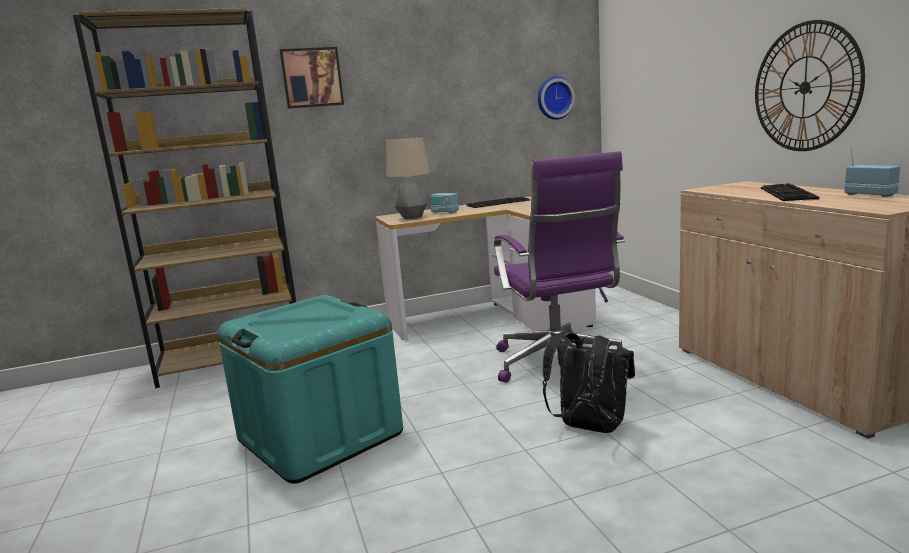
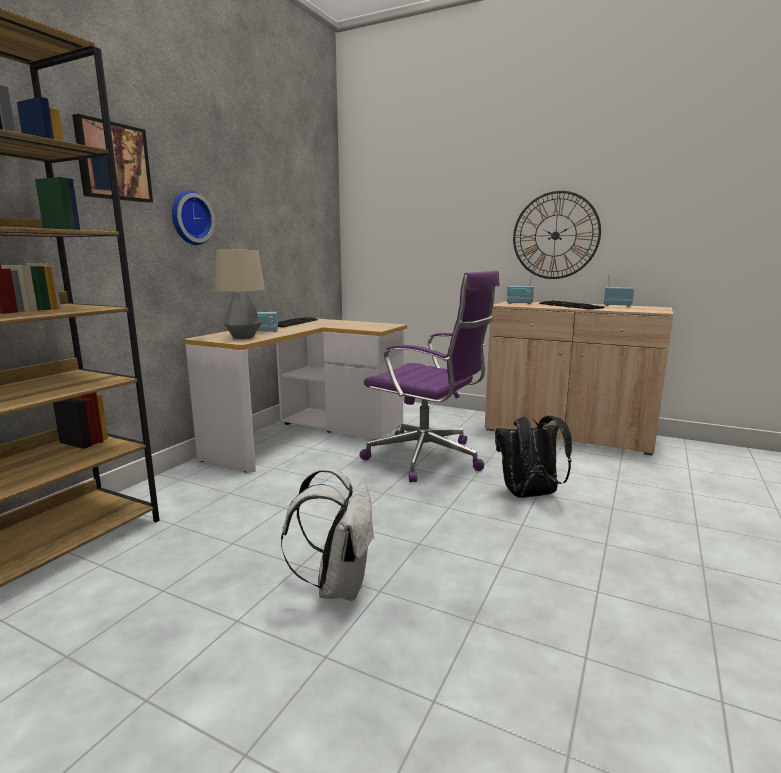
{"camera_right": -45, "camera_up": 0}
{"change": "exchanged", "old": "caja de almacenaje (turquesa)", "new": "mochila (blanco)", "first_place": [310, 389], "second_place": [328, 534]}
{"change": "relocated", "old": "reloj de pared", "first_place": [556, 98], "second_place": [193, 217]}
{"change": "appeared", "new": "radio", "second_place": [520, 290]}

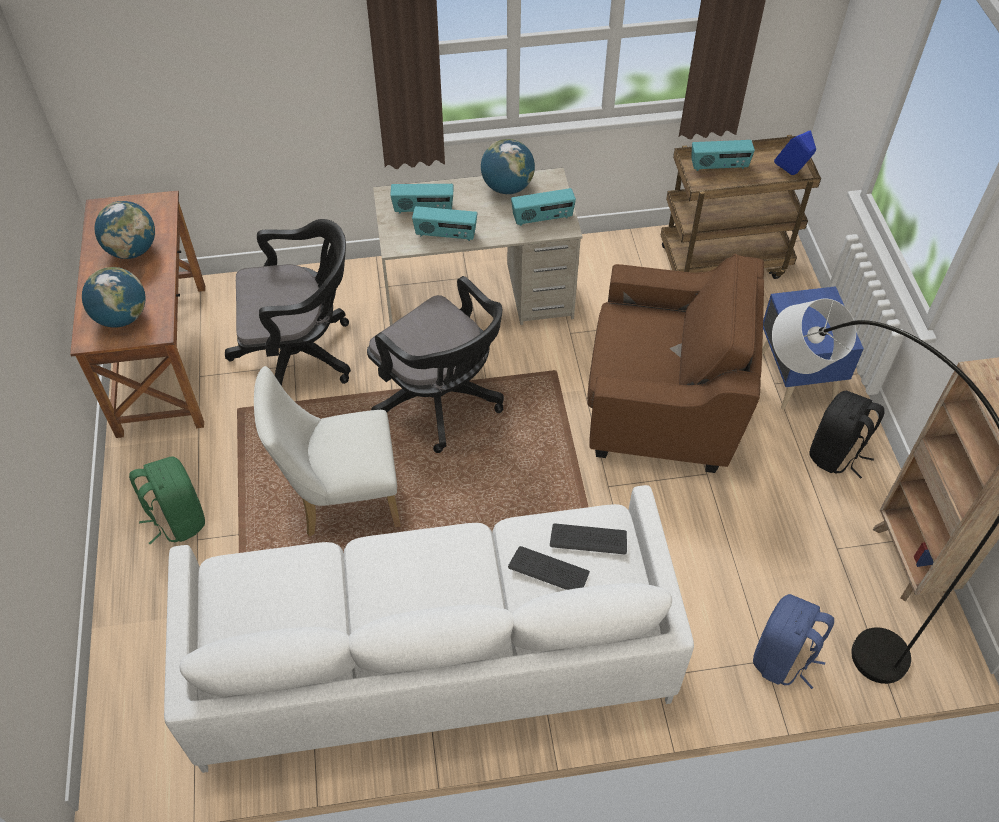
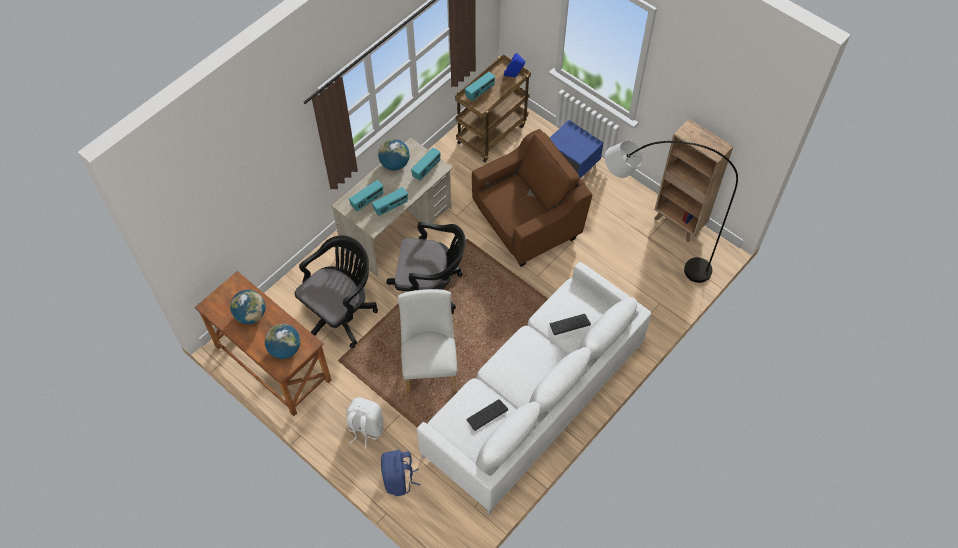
{"camera_right": -40, "camera_up": 5}
{"change": "colour", "old": "mochila (verde)", "new": "mochila (blanco)", "first_place": [167, 500], "second_place": [364, 422]}
{"change": "spun", "old": "silla (blanco)", "first_place": [327, 451], "second_place": [427, 342], "degrees": 135}
{"change": "relocated", "old": "teclado", "first_place": [588, 538], "second_place": [487, 415]}
{"change": "relocated", "old": "mochila (azul)", "first_place": [793, 641], "second_place": [400, 473]}
{"change": "missing", "old": "mochila (negro)", "first_place": [847, 435]}

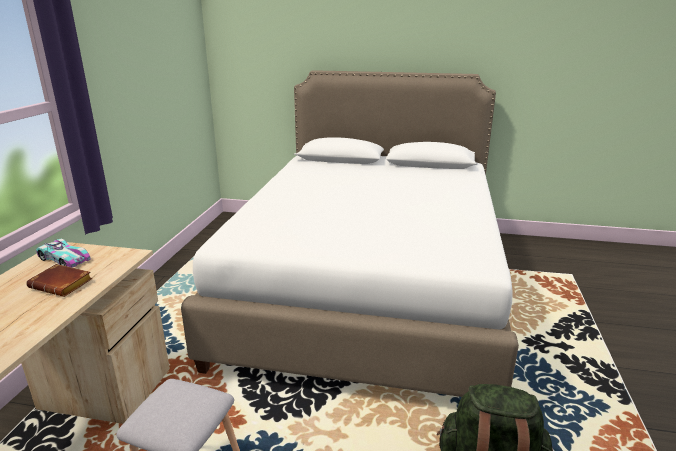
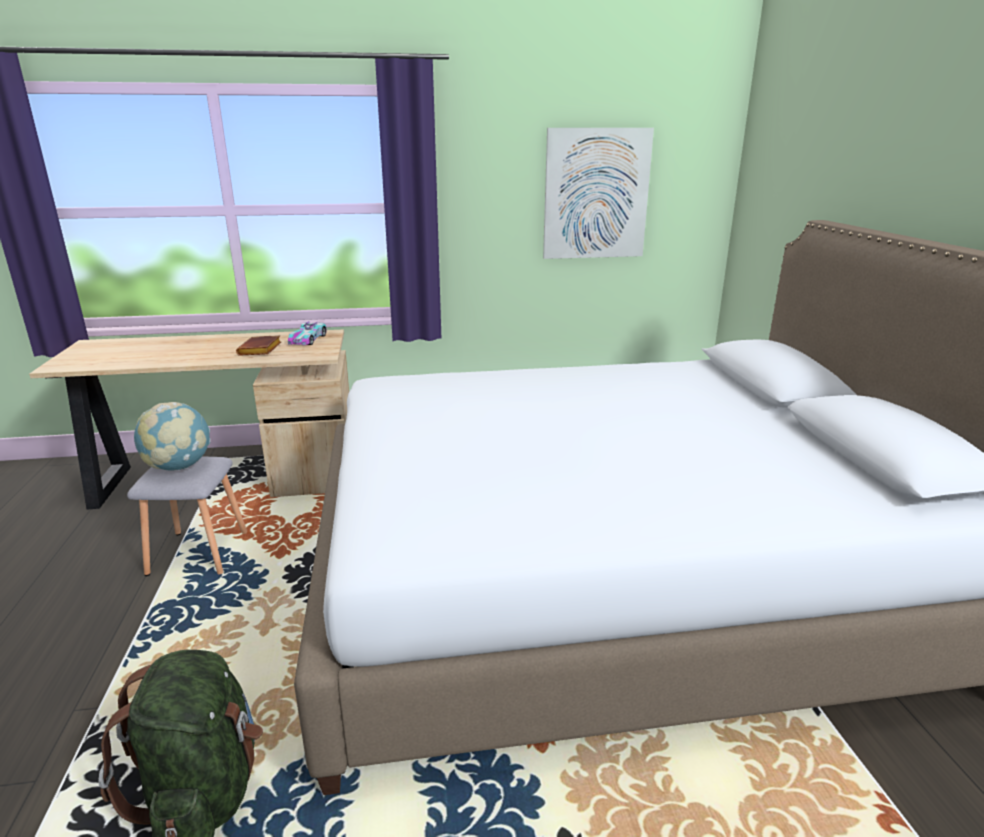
{"camera_right": 70, "camera_up": 0}
{"change": "appeared", "new": "globo terráqueo", "second_place": [172, 436]}
{"change": "appeared", "new": "cuadro", "second_place": [598, 193]}

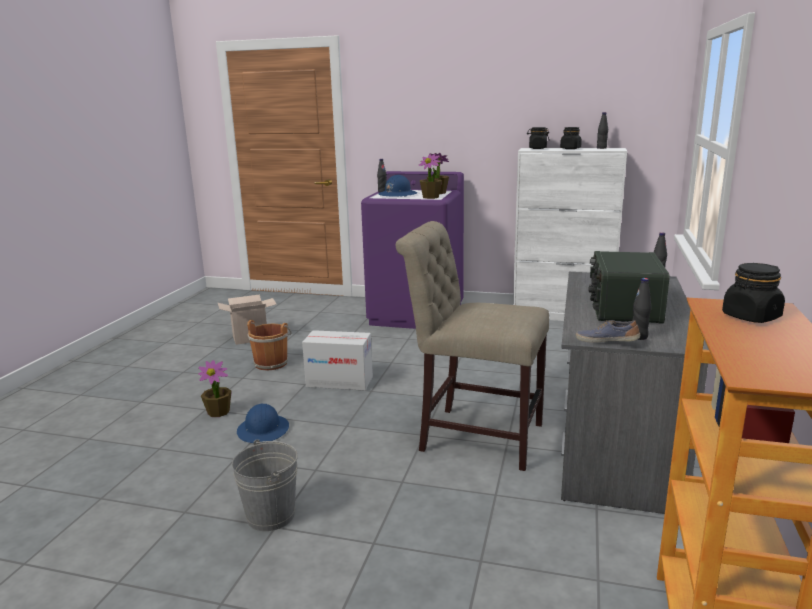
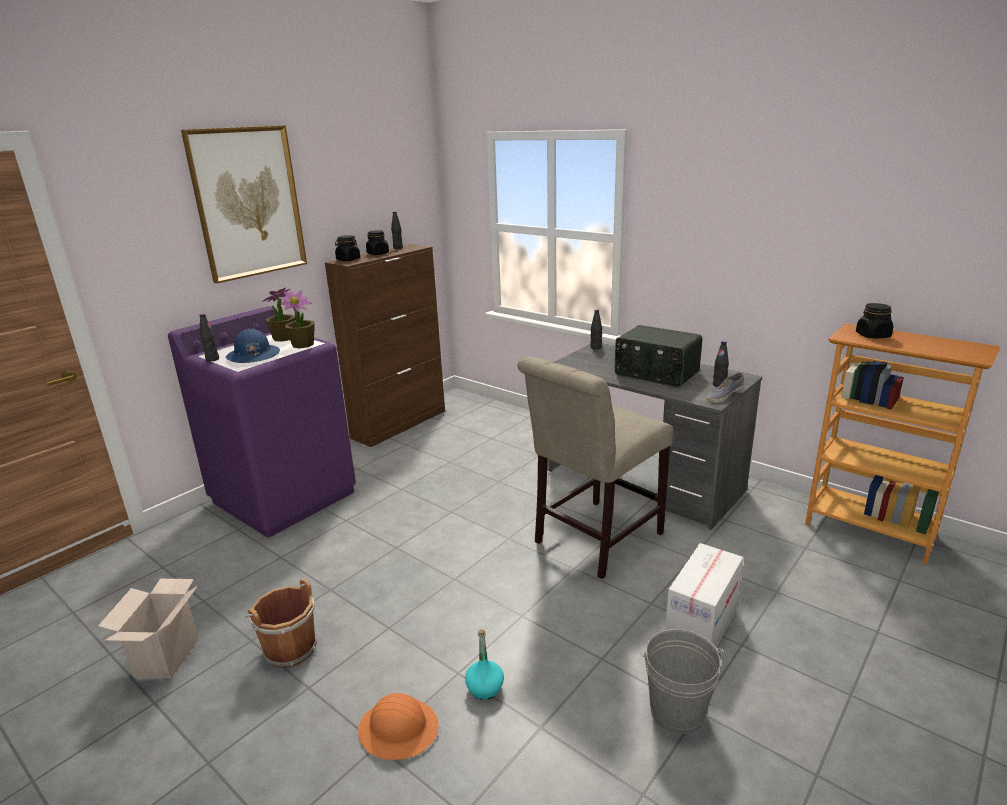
{"camera_right": -65, "camera_up": 5}
{"change": "exchanged", "old": "planta en maceta", "new": "casco (naranja)", "first_place": [215, 388], "second_place": [398, 726]}
{"change": "exchanged", "old": "casco (azul)", "new": "botella (turquesa)", "first_place": [263, 423], "second_place": [484, 665]}
{"change": "relocated", "old": "caja de cartón", "first_place": [337, 360], "second_place": [704, 595]}
{"change": "colour", "old": "armario (blanco)", "new": "armario (marrón)", "first_place": [570, 234], "second_place": [385, 345]}
{"change": "appeared", "new": "cuadro", "second_place": [244, 204]}

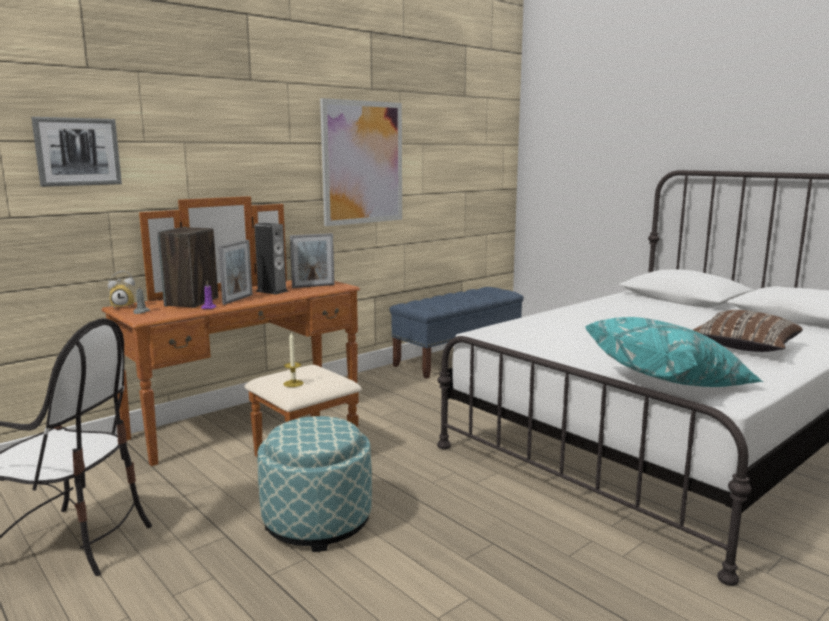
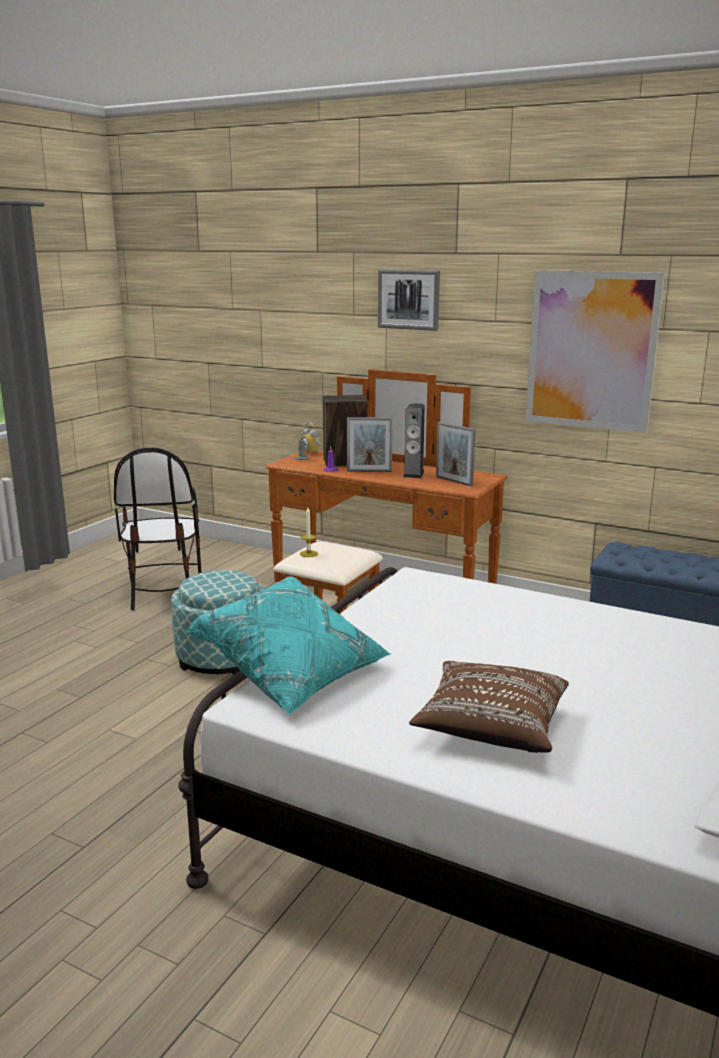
{"camera_right": 70, "camera_up": 5}
{"change": "relocated", "old": "cuadro", "first_place": [76, 152], "second_place": [409, 300]}

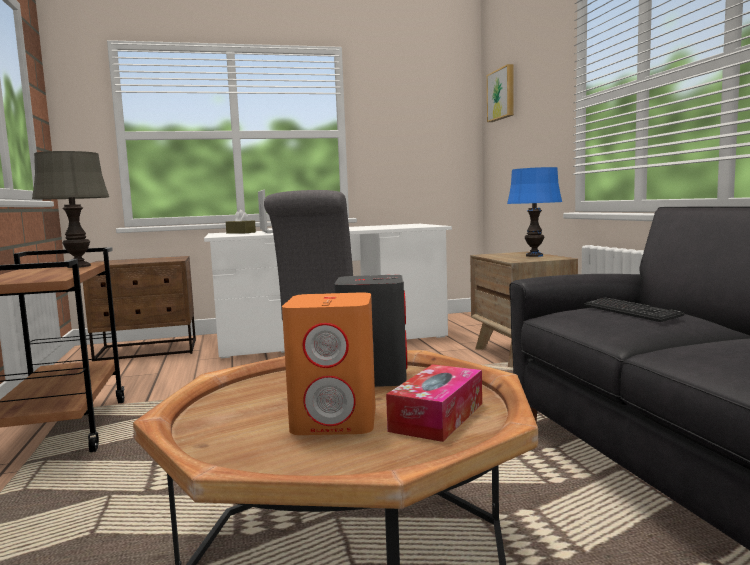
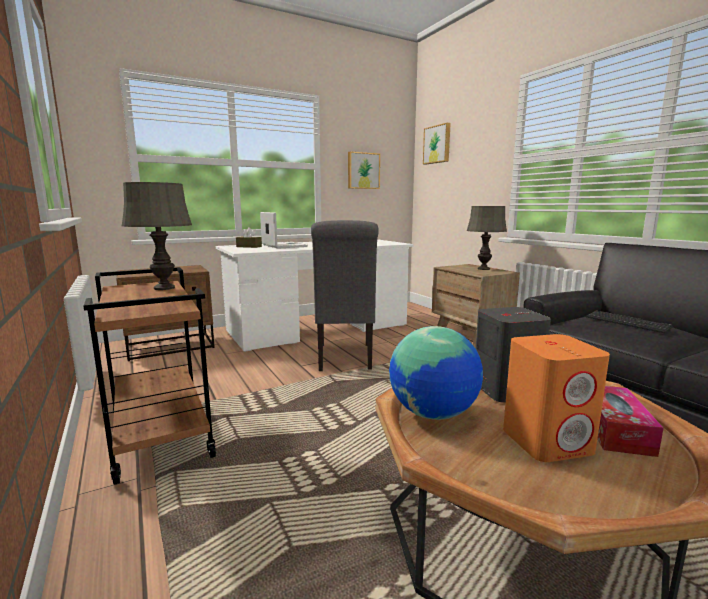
{"camera_right": -15, "camera_up": 5}
{"change": "colour", "old": "lámpara de mesa (azul)", "new": "lámpara de mesa (gris)", "first_place": [534, 212], "second_place": [487, 238]}
{"change": "appeared", "new": "cuadro", "second_place": [364, 170]}
{"change": "appeared", "new": "globo terráqueo", "second_place": [436, 373]}

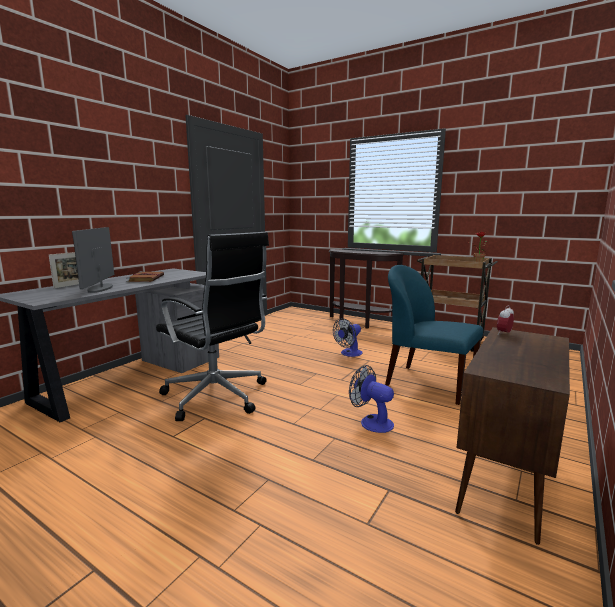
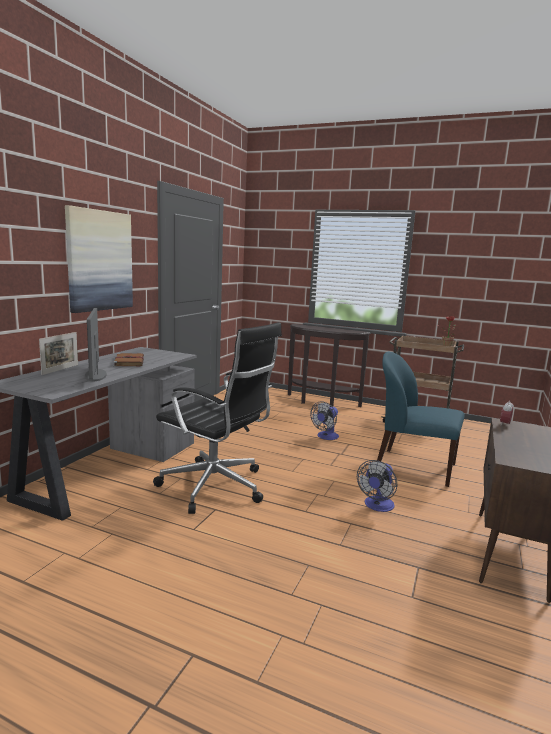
{"camera_right": -10, "camera_up": 0}
{"change": "spun", "old": "ventilador", "first_place": [371, 399], "second_place": [377, 486], "degrees": -90}
{"change": "appeared", "new": "cuadro", "second_place": [99, 259]}

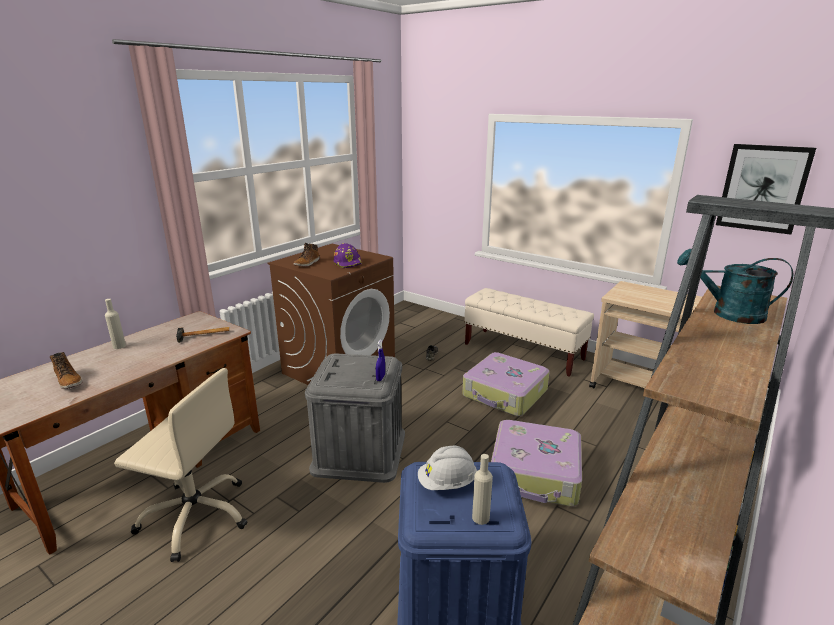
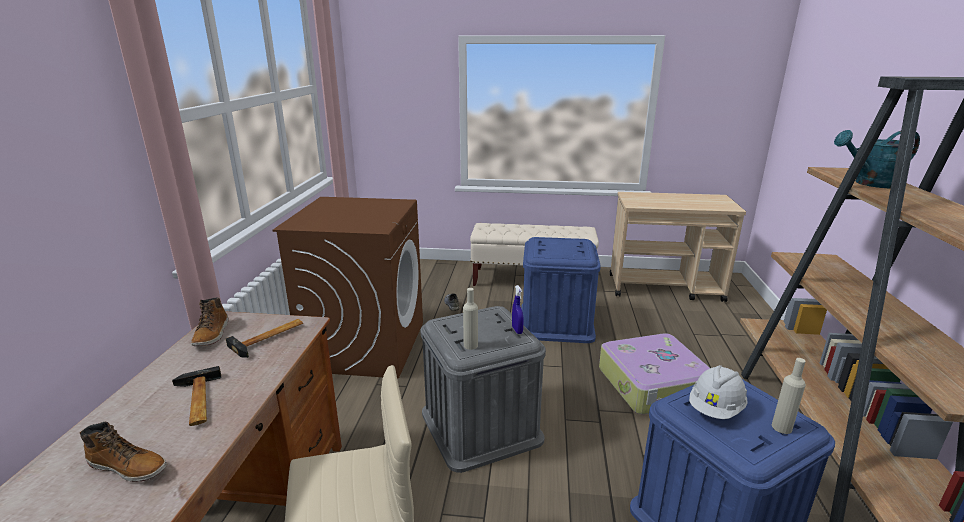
{"camera_right": -30, "camera_up": 0}
{"change": "relocated", "old": "botella (beis)", "first_place": [115, 324], "second_place": [470, 319]}
{"change": "relocated", "old": "bota", "first_place": [307, 255], "second_place": [209, 321]}
{"change": "missing", "old": "casco (morado)", "first_place": [348, 255]}
{"change": "exchanged", "old": "maleta", "new": "caja de almacenaje (azul)", "first_place": [506, 384], "second_place": [561, 290]}
{"change": "missing", "old": "cuadro", "first_place": [766, 189]}
{"change": "appeared", "new": "martillo", "second_place": [196, 396]}

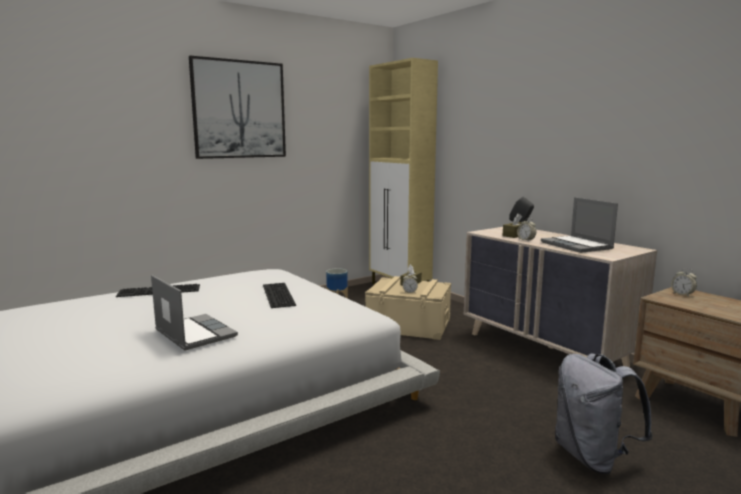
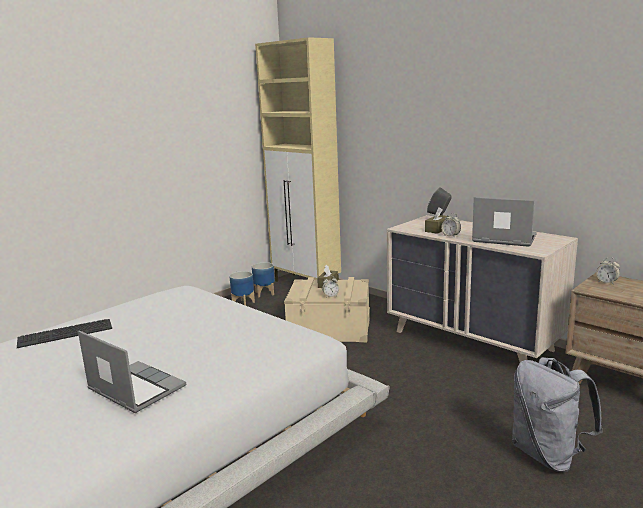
{"camera_right": -10, "camera_up": 5}
{"change": "missing", "old": "cuadro", "first_place": [237, 107]}
{"change": "missing", "old": "teclado", "first_place": [279, 295]}
{"change": "spun", "old": "portátil", "first_place": [579, 225], "second_place": [504, 222], "degrees": 150}
{"change": "appeared", "new": "maceta", "second_place": [263, 279]}

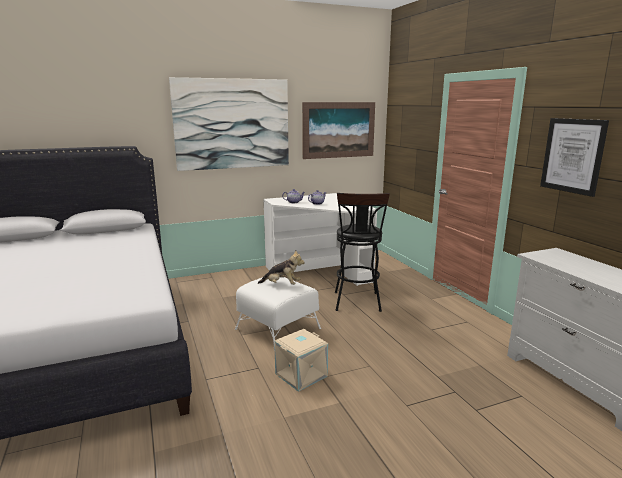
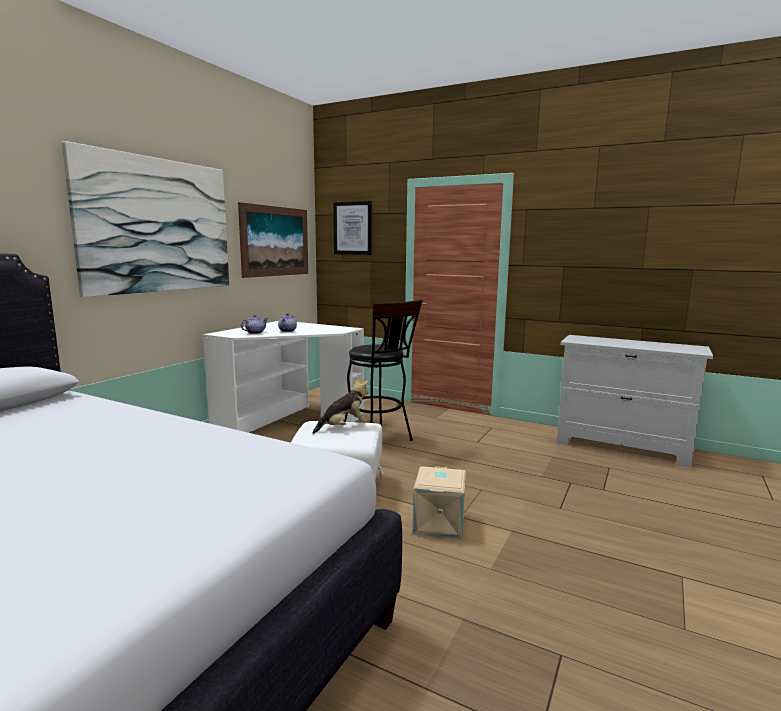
{"camera_right": -40, "camera_up": -5}
{"change": "relocated", "old": "cuadro", "first_place": [574, 157], "second_place": [352, 228]}

